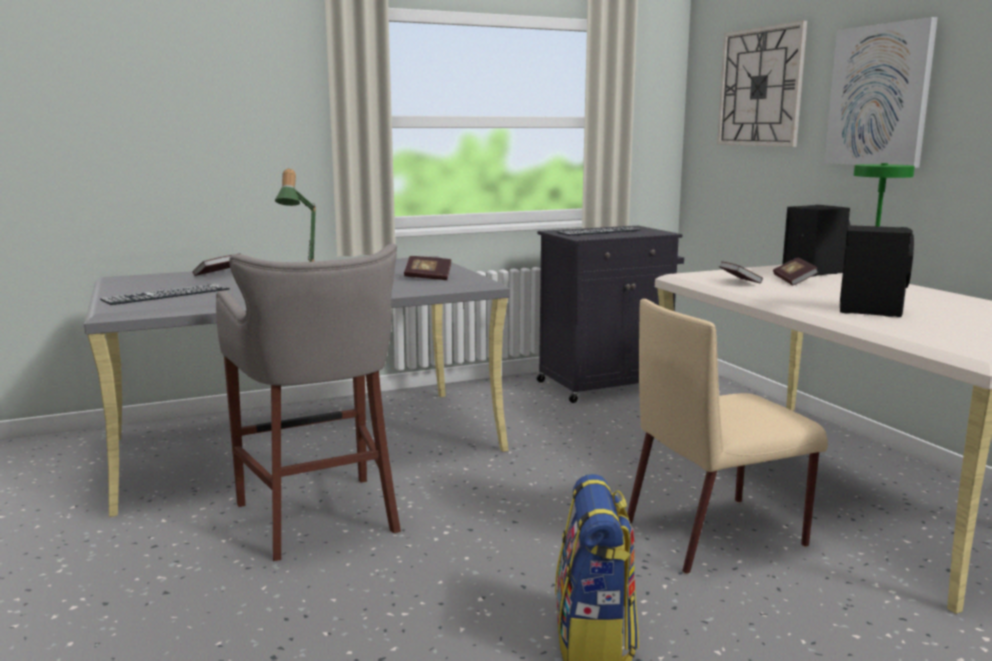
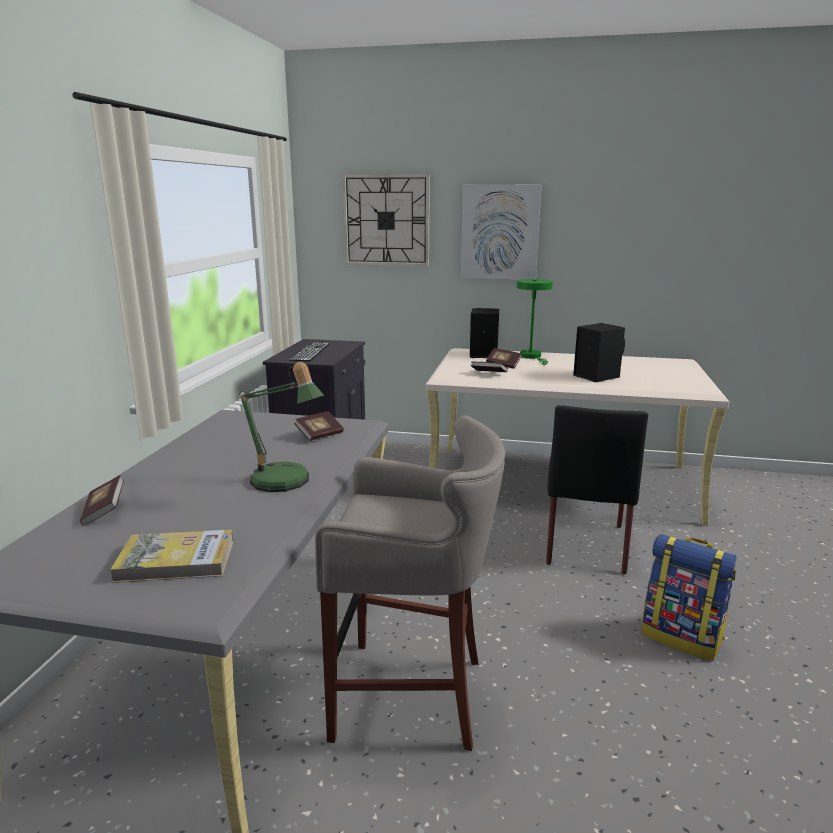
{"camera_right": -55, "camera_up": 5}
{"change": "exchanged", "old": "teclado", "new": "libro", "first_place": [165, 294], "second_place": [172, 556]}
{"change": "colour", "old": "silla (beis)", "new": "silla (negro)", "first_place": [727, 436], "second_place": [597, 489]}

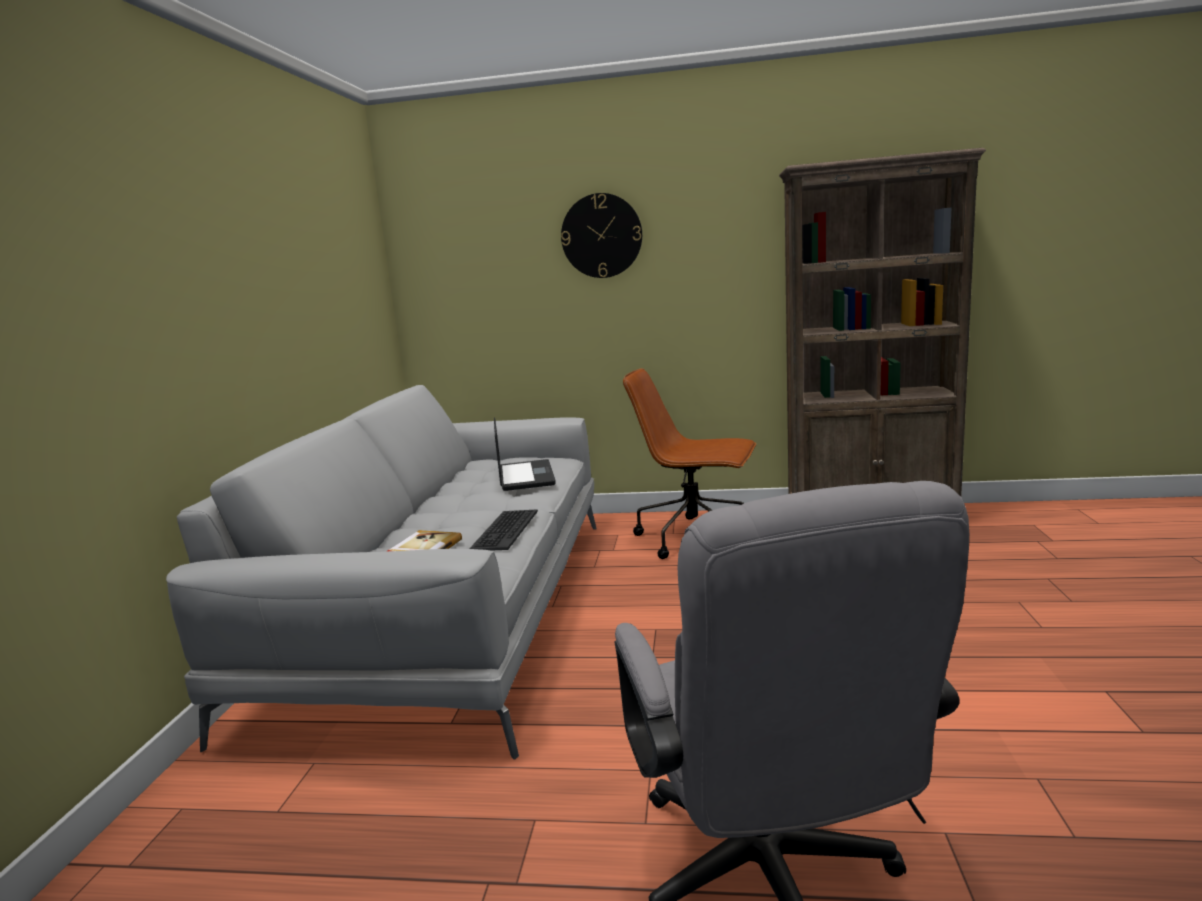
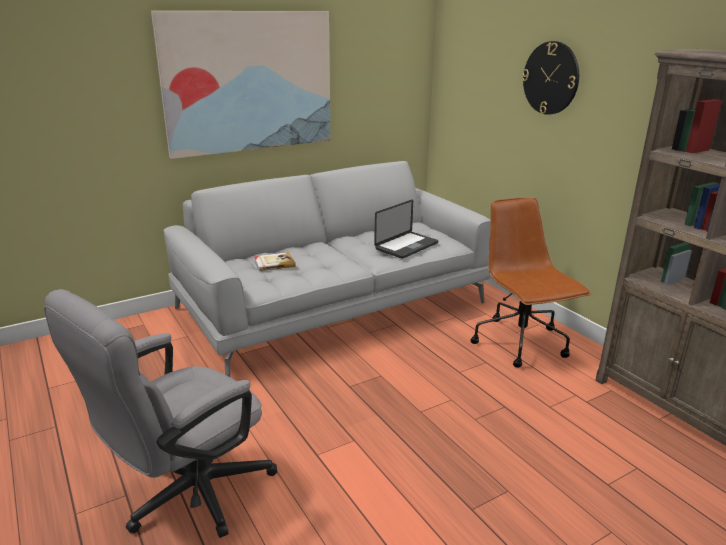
{"camera_right": 50, "camera_up": 10}
{"change": "missing", "old": "teclado", "first_place": [503, 530]}
{"change": "appeared", "new": "cuadro", "second_place": [240, 85]}

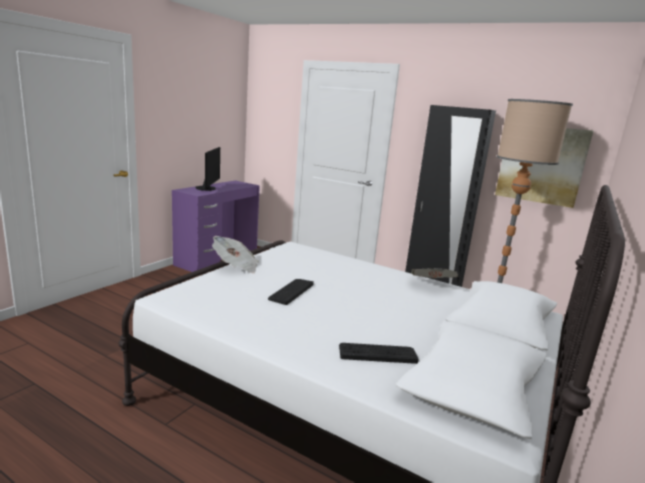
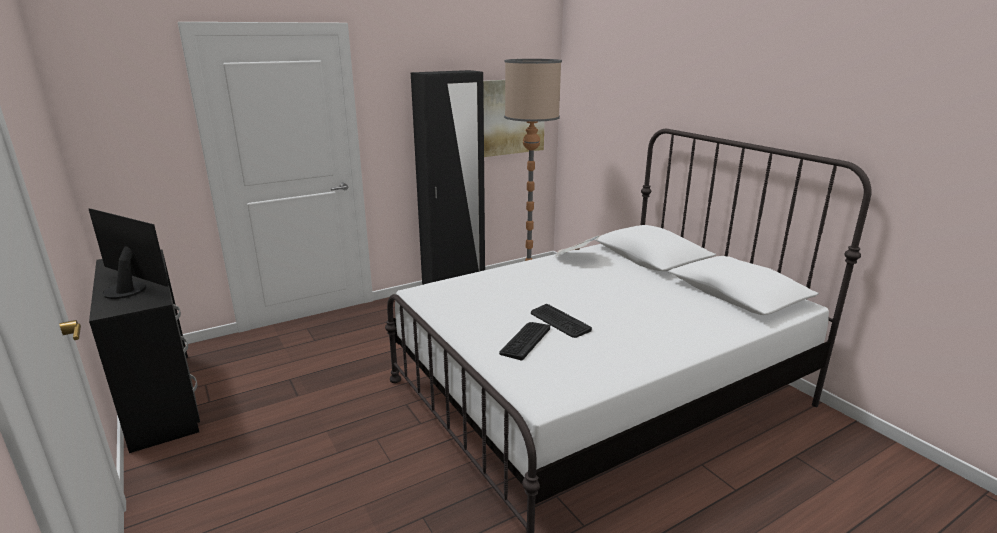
{"camera_right": -60, "camera_up": 5}
{"change": "colour", "old": "escritorio (morado)", "new": "escritorio (negro)", "first_place": [216, 226], "second_place": [144, 351]}
{"change": "missing", "old": "periódico", "first_place": [235, 254]}
{"change": "relocated", "old": "teclado", "first_place": [379, 353], "second_place": [524, 341]}

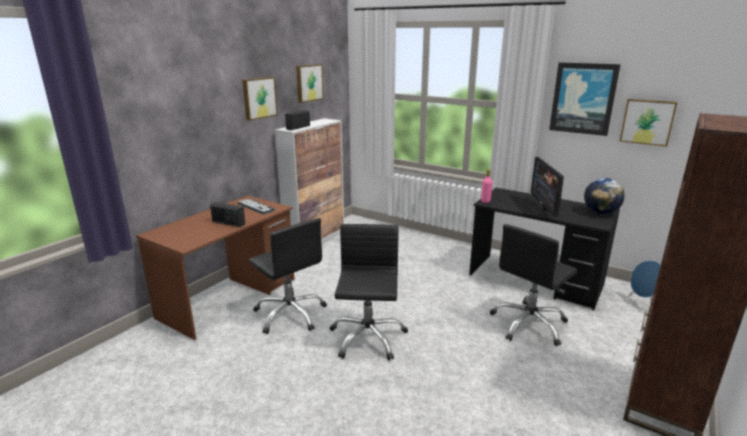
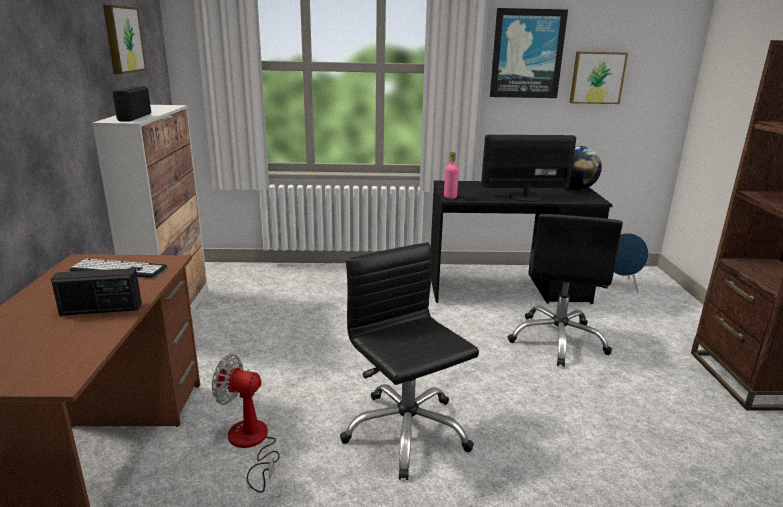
{"camera_right": -35, "camera_up": 0}
{"change": "missing", "old": "cuadro", "first_place": [260, 99]}
{"change": "exchanged", "old": "silla de oficina (negro)", "new": "ventilador", "first_place": [287, 276], "second_place": [246, 423]}
{"change": "spun", "old": "monitor", "first_place": [547, 186], "second_place": [528, 168], "degrees": 120}

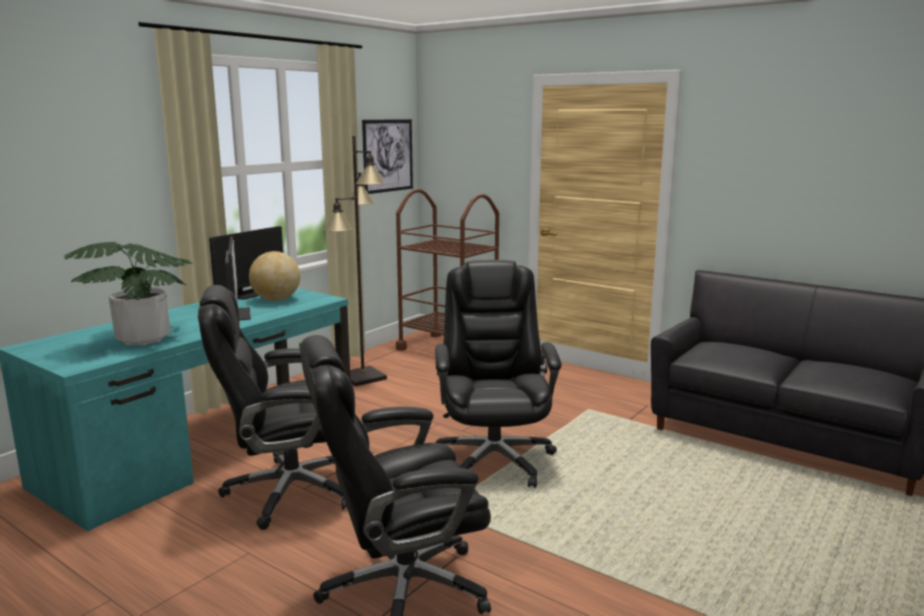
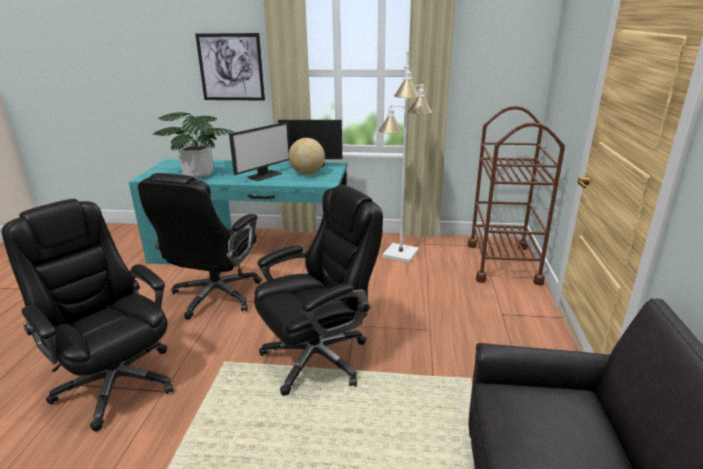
{"camera_right": 60, "camera_up": 10}
{"change": "spun", "old": "silla de oficina (negro)", "first_place": [272, 407], "second_place": [200, 246], "degrees": -120}
{"change": "colour", "old": "lámpara de pie (negro)", "new": "lámpara de pie (blanco)", "first_place": [355, 261], "second_place": [405, 157]}
{"change": "relocated", "old": "cuadro", "first_place": [387, 156], "second_place": [230, 66]}

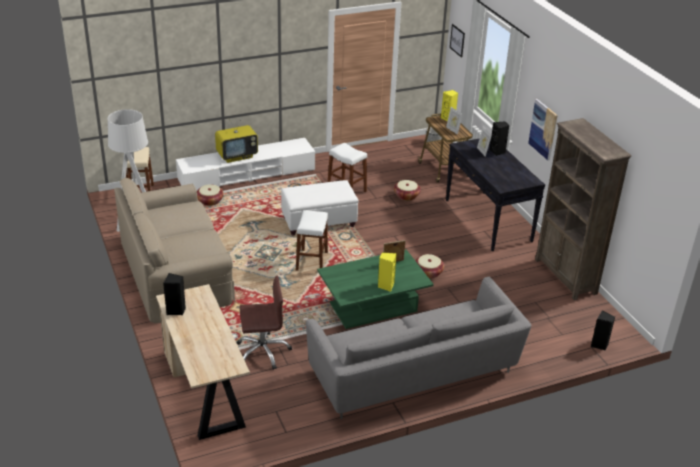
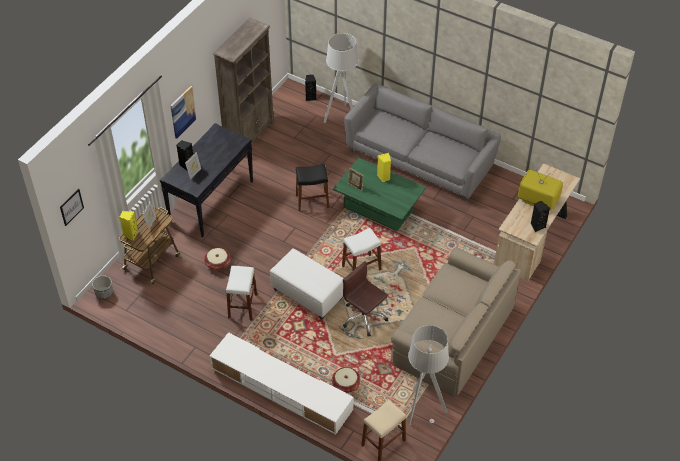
{"camera_right": -125, "camera_up": 15}
{"change": "relocated", "old": "televisor", "first_place": [236, 141], "second_place": [540, 189]}
{"change": "relocated", "old": "silla de oficina (marrón)", "first_place": [264, 322], "second_place": [365, 298]}
{"change": "exchanged", "old": "cesta", "new": "taburete (negro)", "first_place": [429, 266], "second_place": [312, 187]}
{"change": "appeared", "new": "lámpara de pie (gris)", "second_place": [341, 78]}

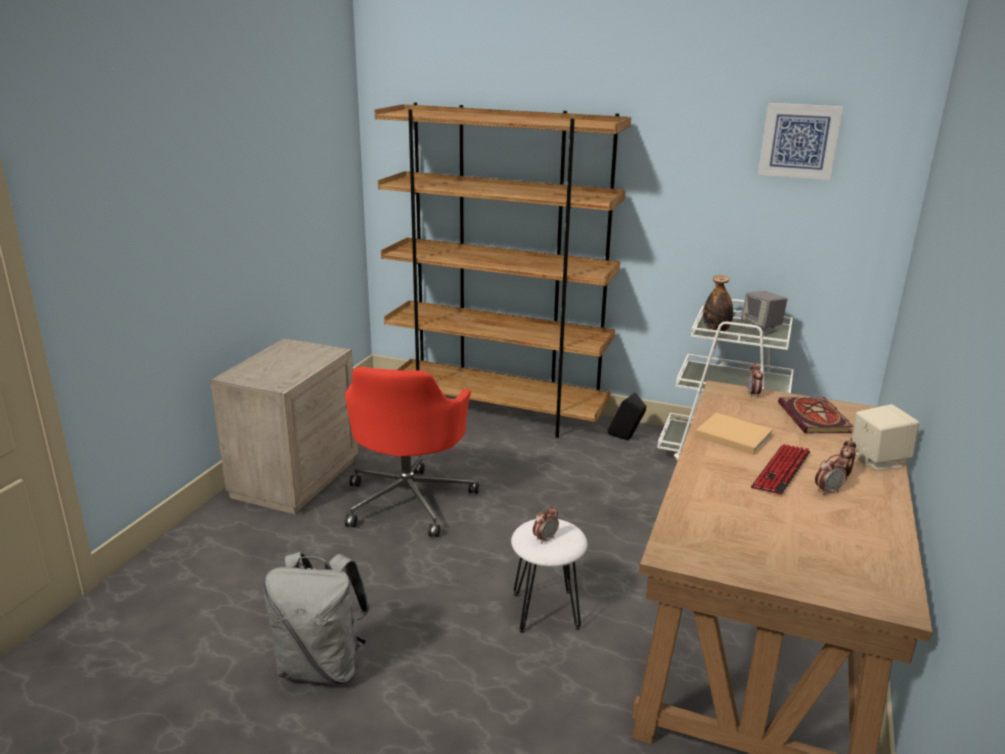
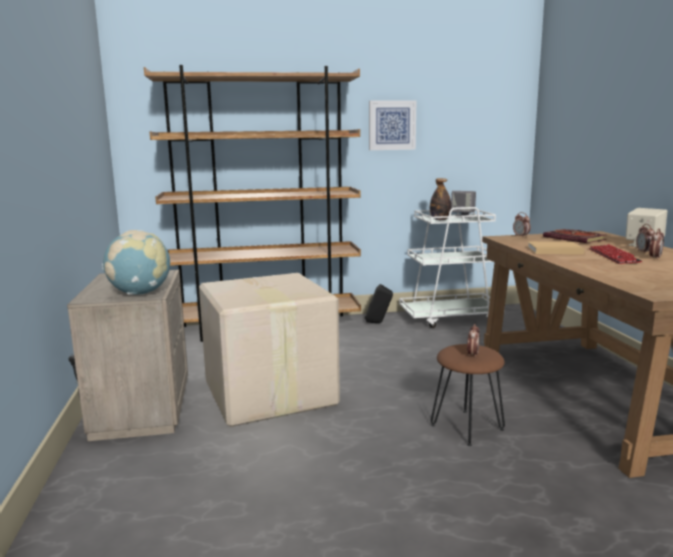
{"camera_right": -30, "camera_up": -10}
{"change": "missing", "old": "mochila (gris)", "first_place": [317, 618]}
{"change": "exchanged", "old": "silla de oficina (rojo)", "new": "caja de cartón", "first_place": [412, 451], "second_place": [269, 350]}
{"change": "colour", "old": "taburete (blanco)", "new": "taburete (marrón)", "first_place": [549, 576], "second_place": [468, 395]}
{"change": "relocated", "old": "cuadro", "first_place": [800, 141], "second_place": [392, 125]}
{"change": "appeared", "new": "globo terráqueo", "second_place": [136, 262]}

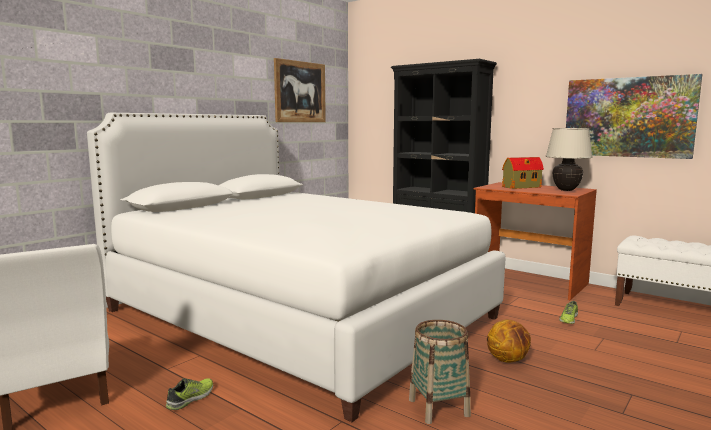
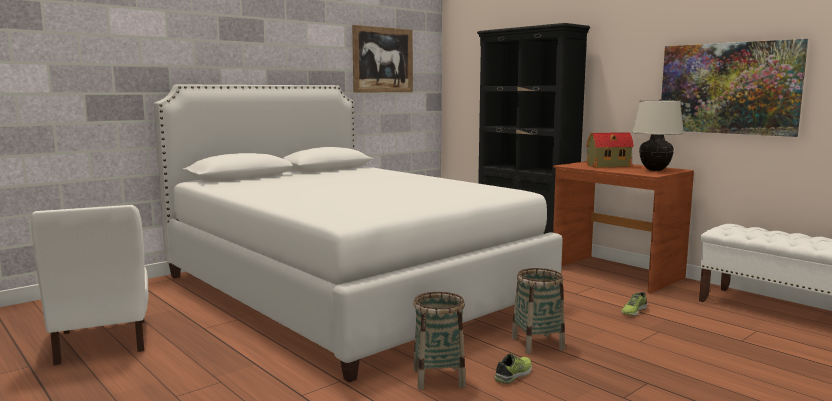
{"camera_right": 10, "camera_up": 0}
{"change": "relocated", "old": "zapato", "first_place": [189, 394], "second_place": [513, 368]}
{"change": "exchanged", "old": "balón de baloncesto", "new": "cesta", "first_place": [509, 341], "second_place": [538, 311]}

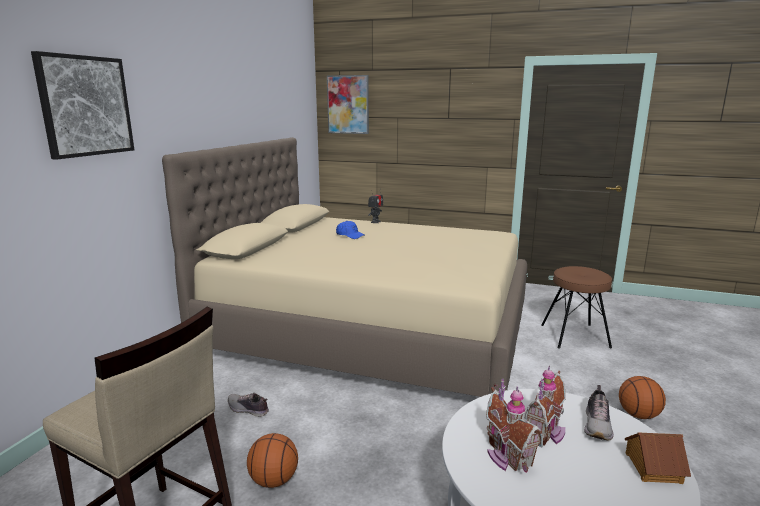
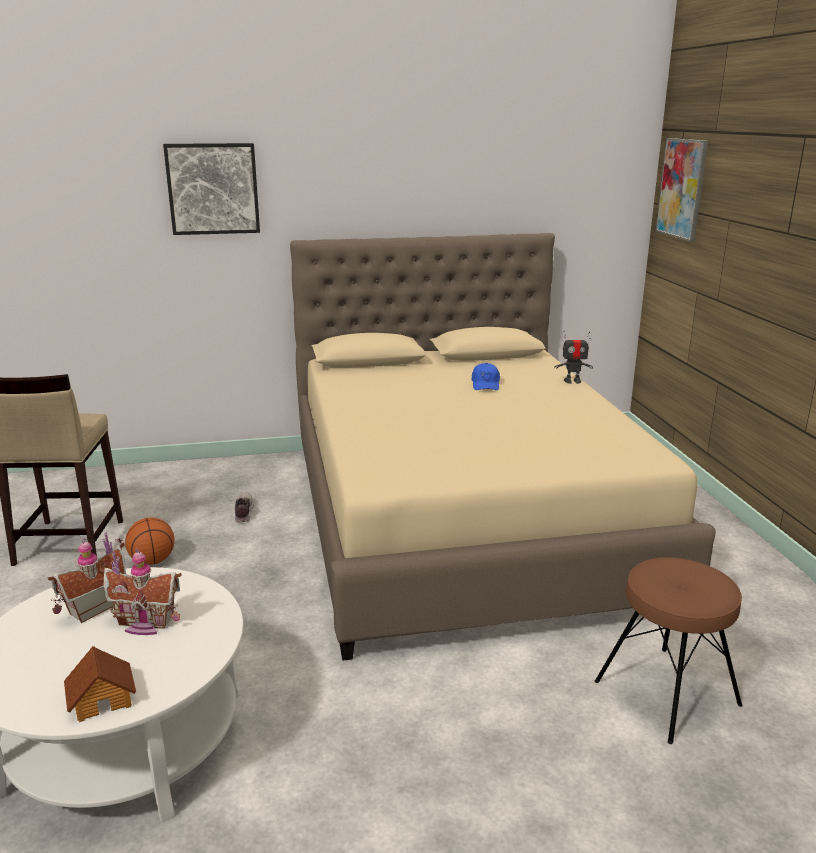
{"camera_right": 60, "camera_up": 5}
{"change": "missing", "old": "zapato", "first_place": [599, 412]}
{"change": "missing", "old": "balón de baloncesto", "first_place": [642, 397]}

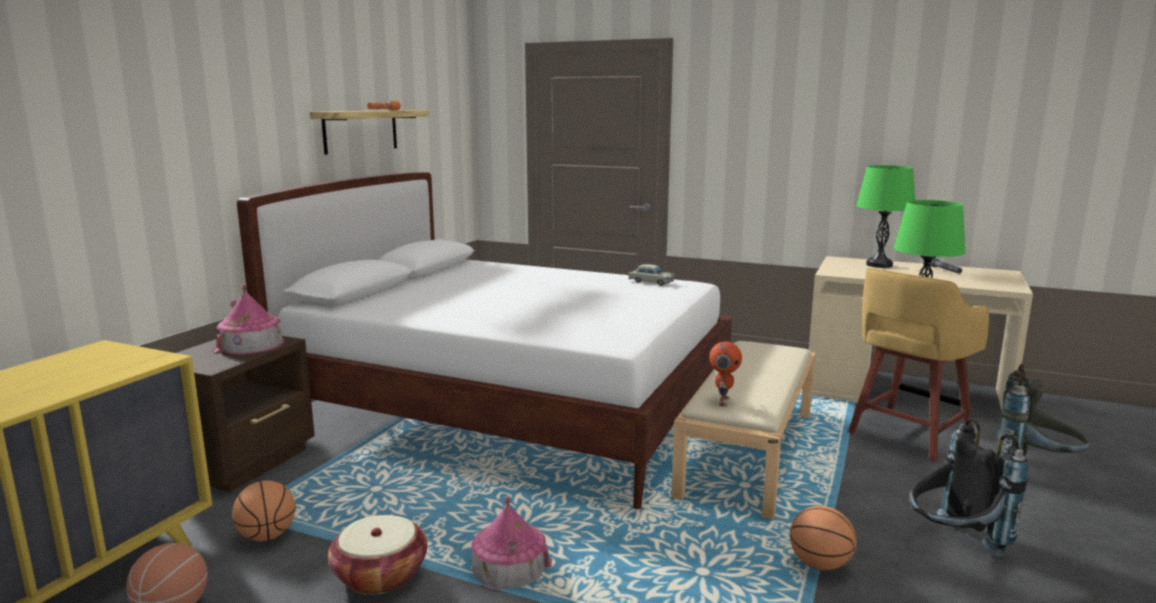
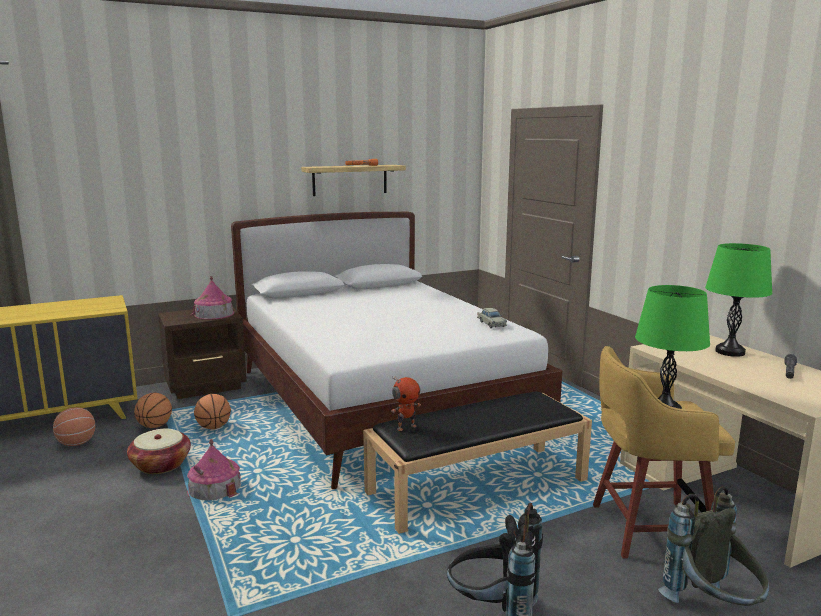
{"camera_right": 40, "camera_up": 0}
{"change": "colour", "old": "banco (beis)", "new": "banco (negro)", "first_place": [743, 430], "second_place": [477, 462]}
{"change": "relocated", "old": "balón de baloncesto", "first_place": [823, 538], "second_place": [212, 411]}

